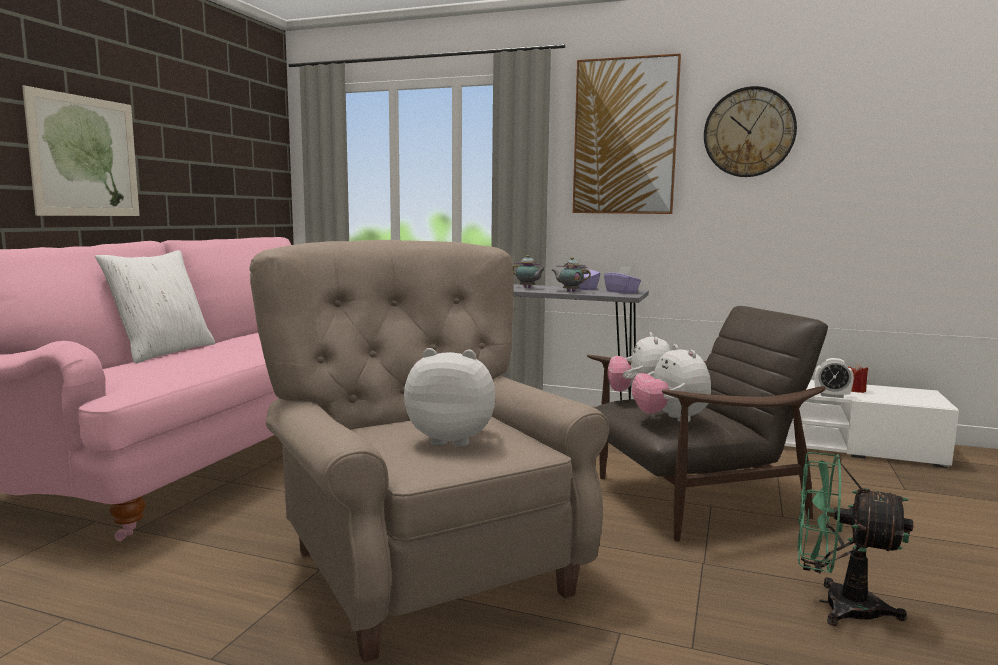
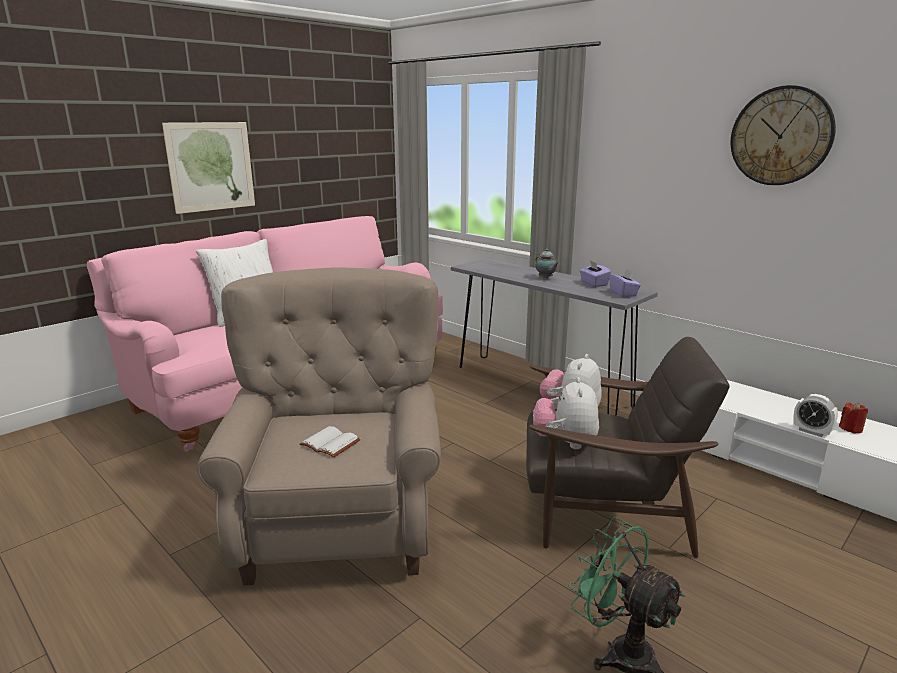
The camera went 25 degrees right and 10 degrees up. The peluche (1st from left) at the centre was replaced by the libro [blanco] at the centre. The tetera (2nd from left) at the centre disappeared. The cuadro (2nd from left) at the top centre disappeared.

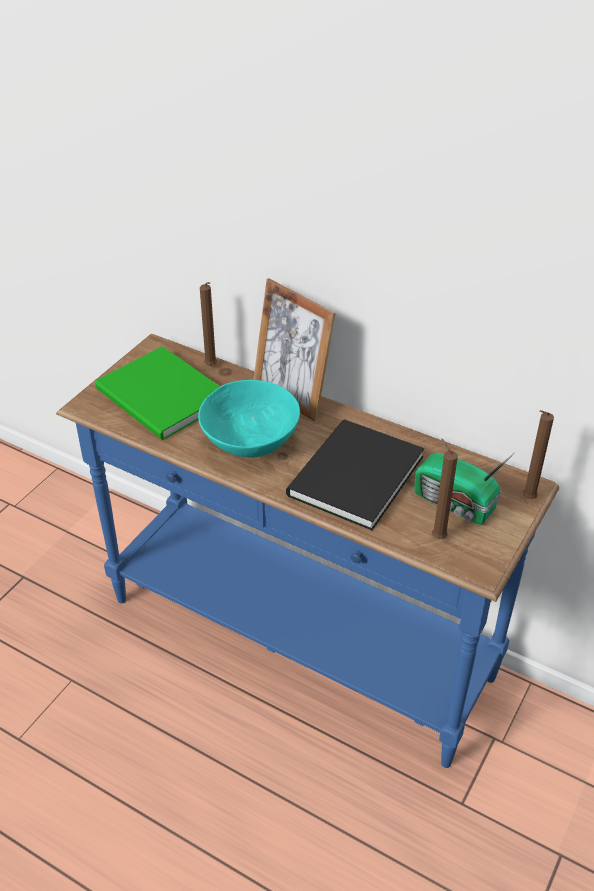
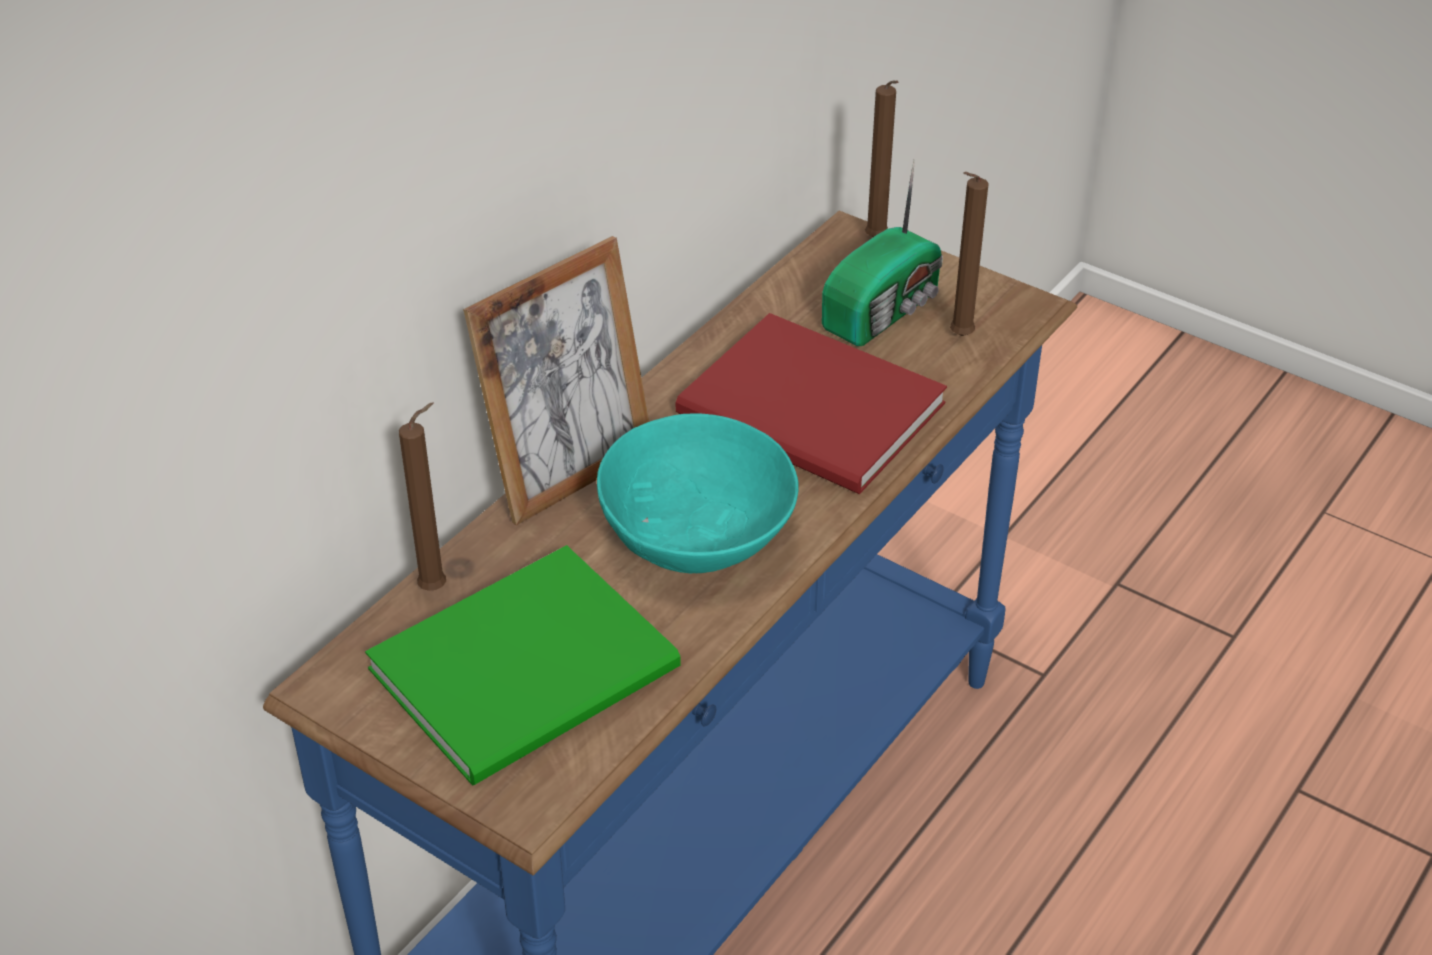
The camera went 85 degrees left and 0 degrees up. The libro [negro] at the centre became the libro [rojo] at the centre.

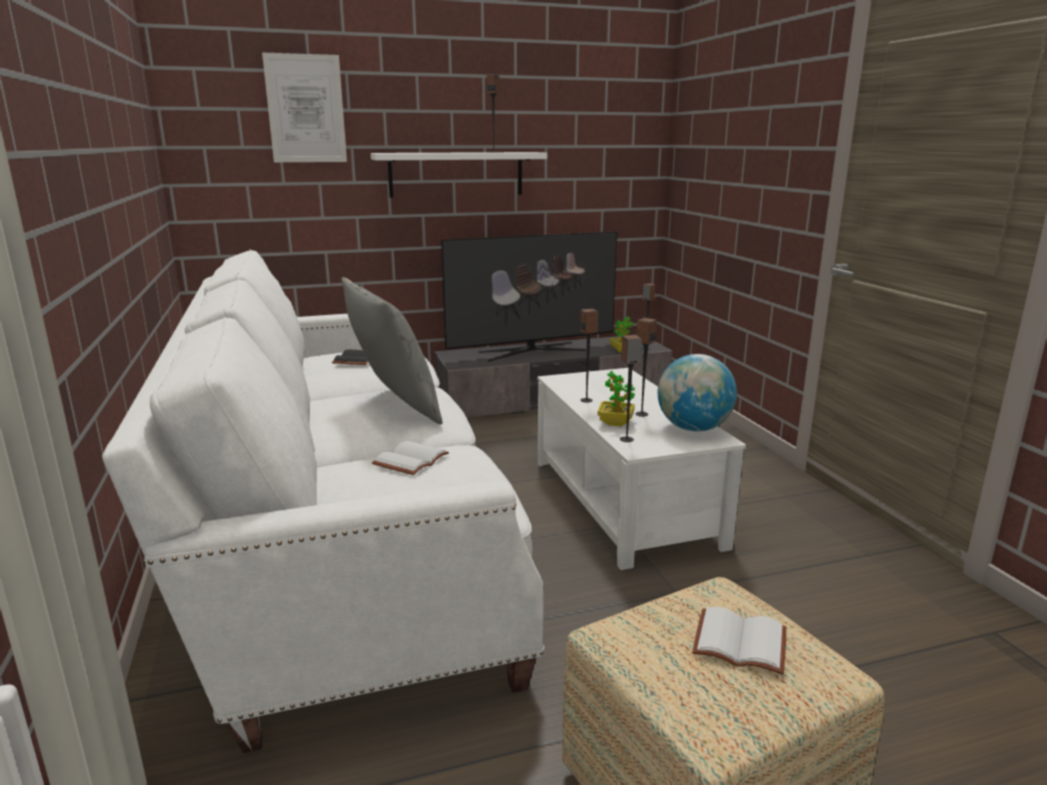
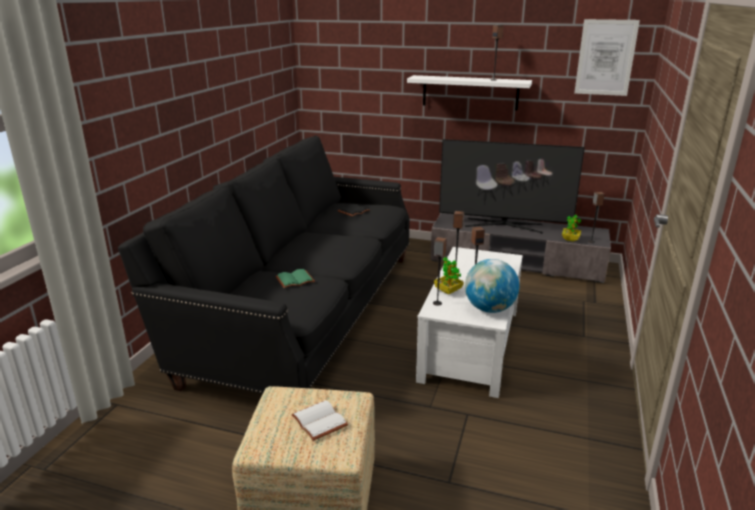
The camera went 35 degrees right and 5 degrees up. The sofá [blanco] at the middle left became the sofá [negro] at the centre. The libro [blanco] (1st from left) at the centre became the libro [verde] at the centre. The cuadro moved from the top left to the top right. The cojín [gris] at the centre disappeared.

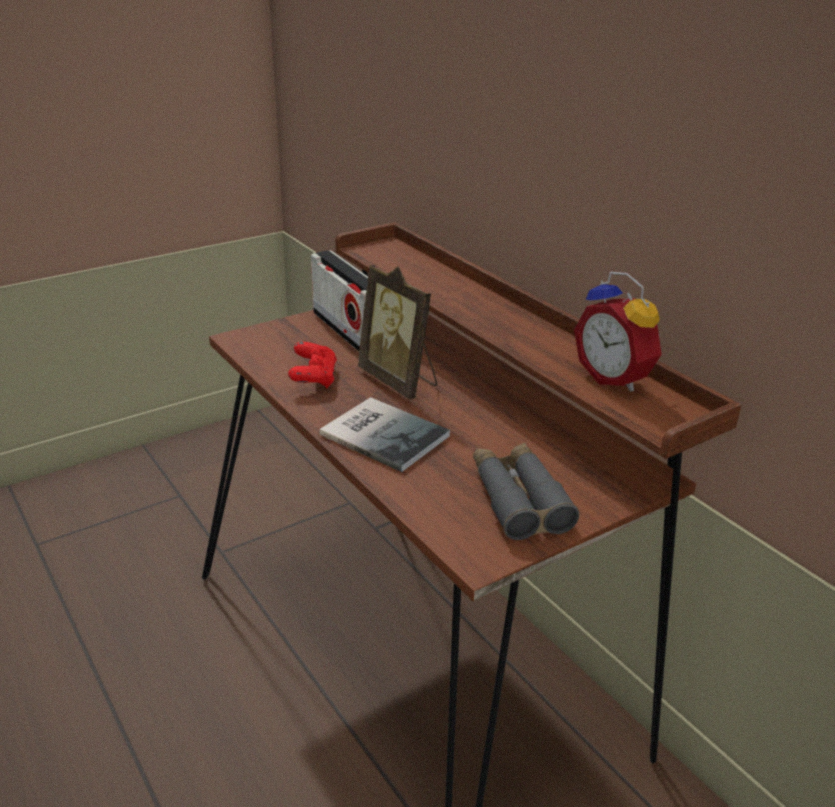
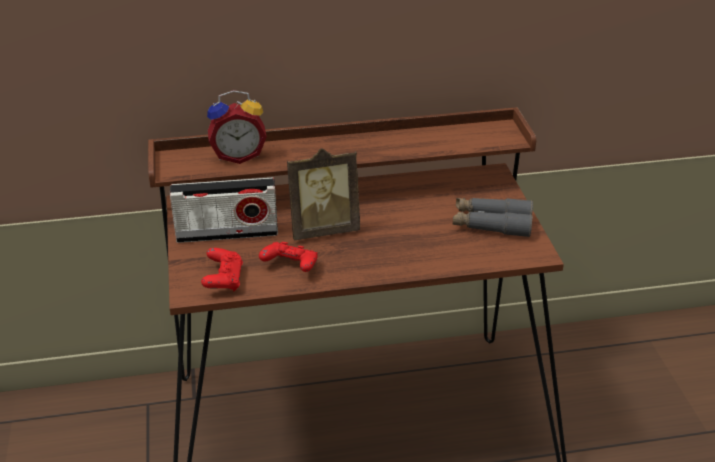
The camera went 65 degrees left and 5 degrees up. The mando de consola [rojo] (1st from left) at the middle left appeared. The despertador moved from the middle right to the top left. The libro at the centre disappeared.

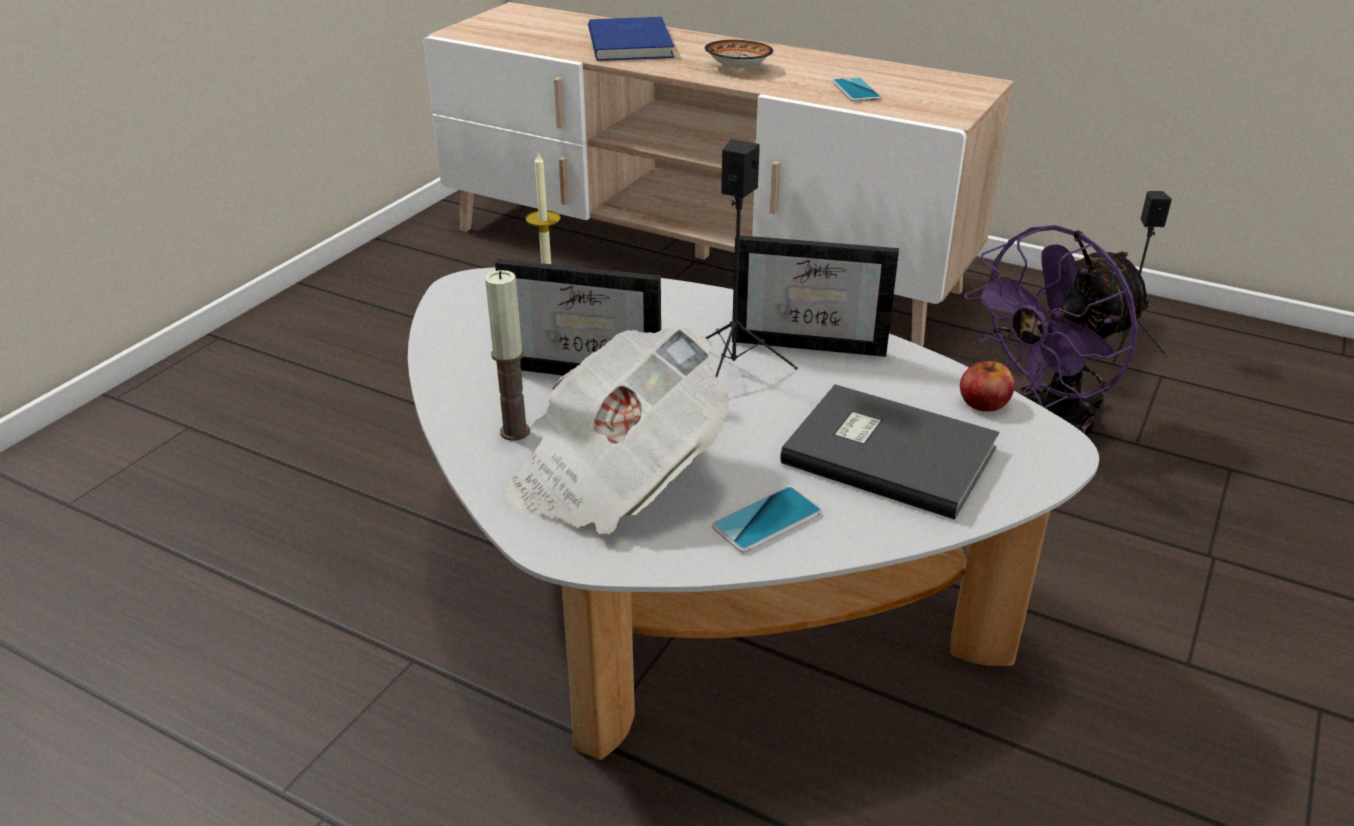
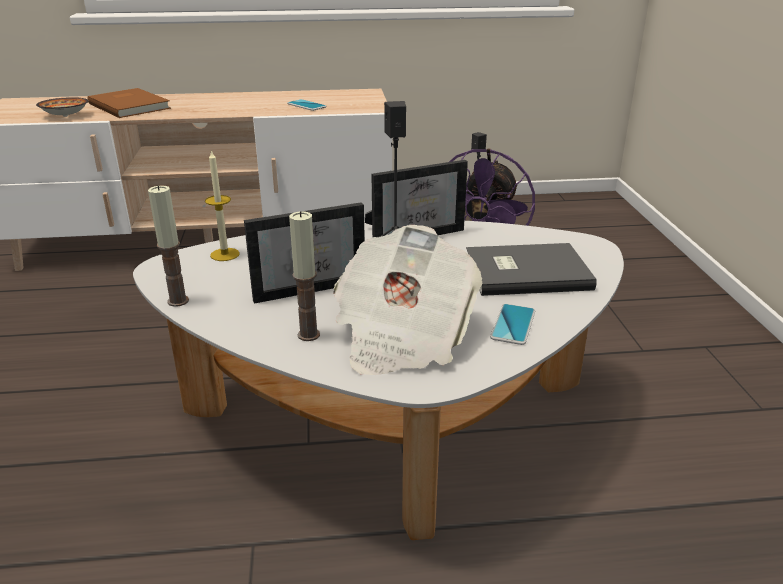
The camera went 35 degrees left and 5 degrees down. The cuenco moved from the top centre to the top left. The libro [azul] at the top centre became the libro [marrón] at the top left. The vela (1st from left) at the middle left appeared. The manzana at the middle right disappeared.

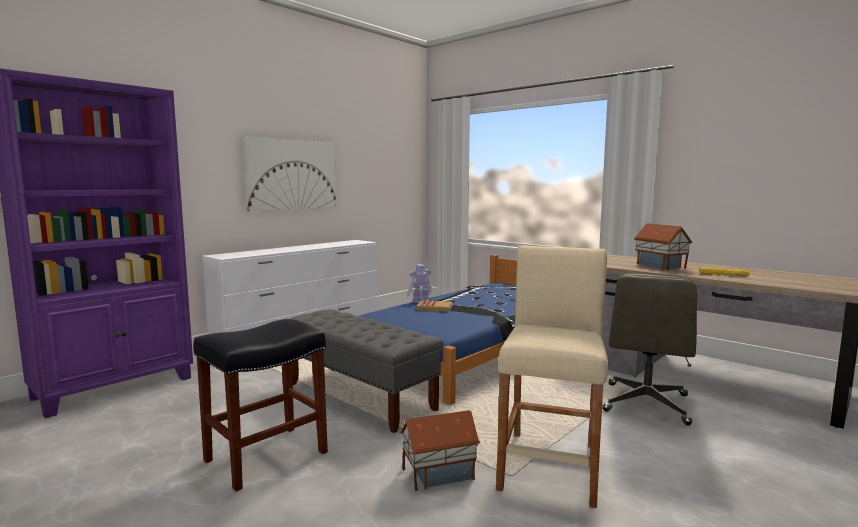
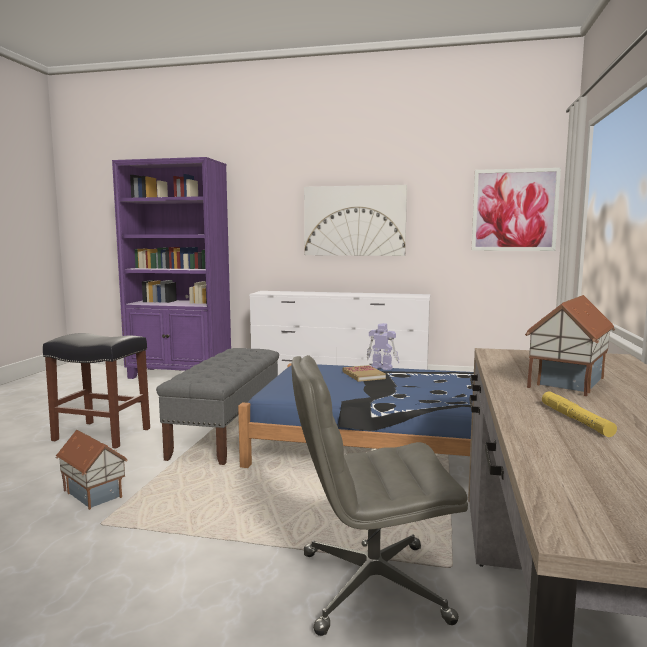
The camera went 60 degrees right and 0 degrees up. The cuadro (2nd from left) at the top right appeared. The taburete [beis] at the bottom centre disappeared.

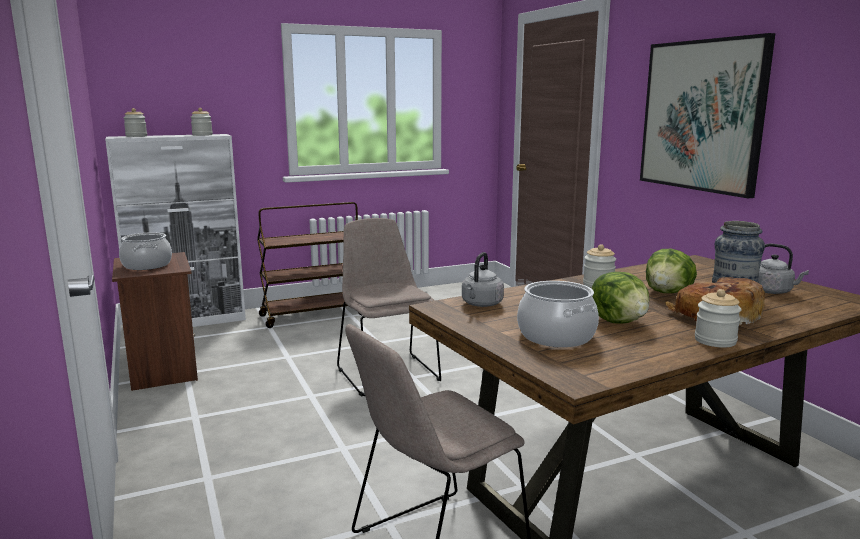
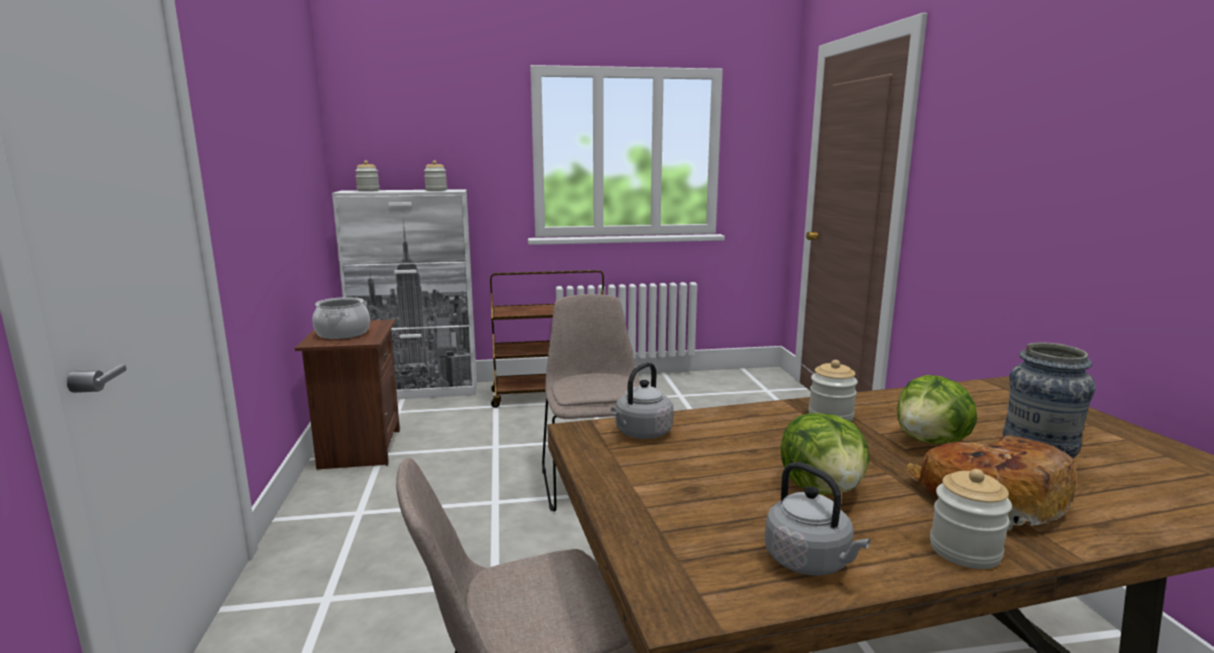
The camera went 15 degrees right and 0 degrees up. The hervidor [gris] (2nd from left) moved from the middle right to the bottom right. The olla (2nd from left) at the centre disappeared. The cuadro at the top right disappeared.

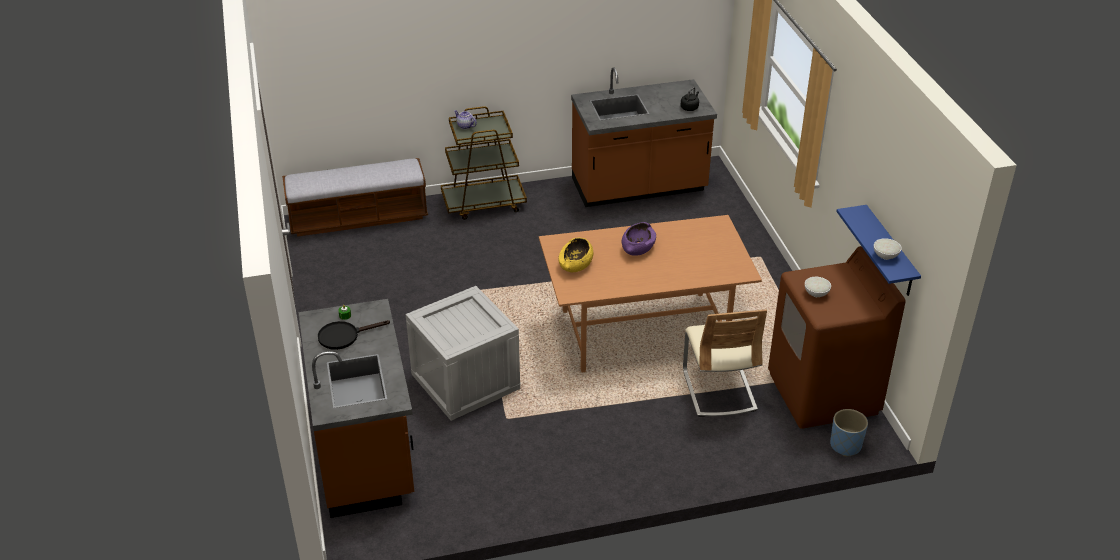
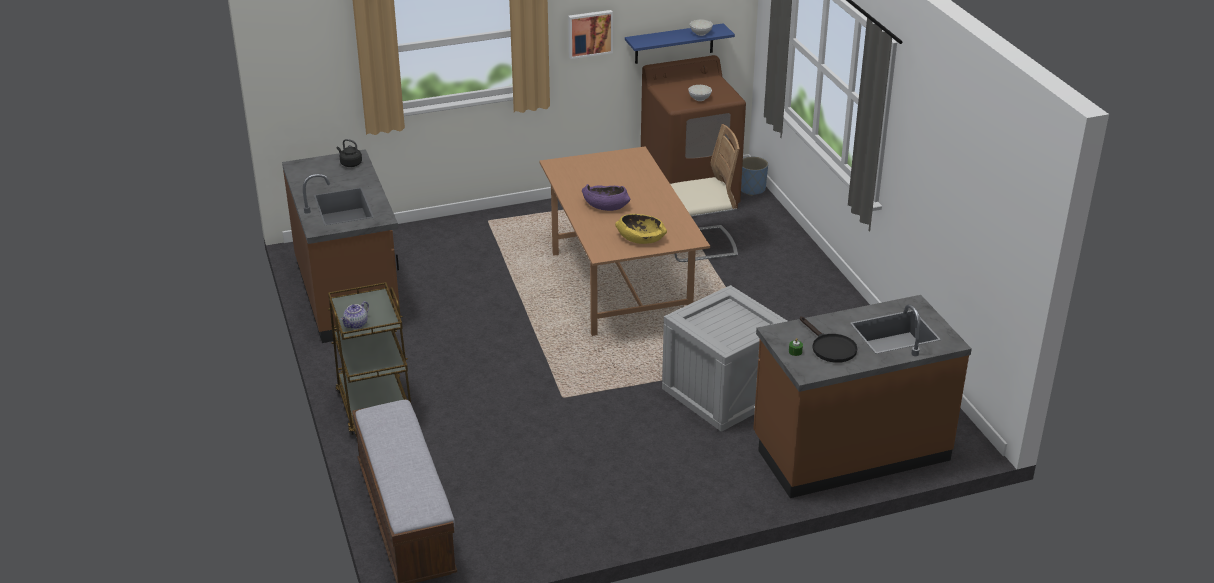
The camera went 95 degrees left and 5 degrees down. The cuadro at the top centre appeared.

